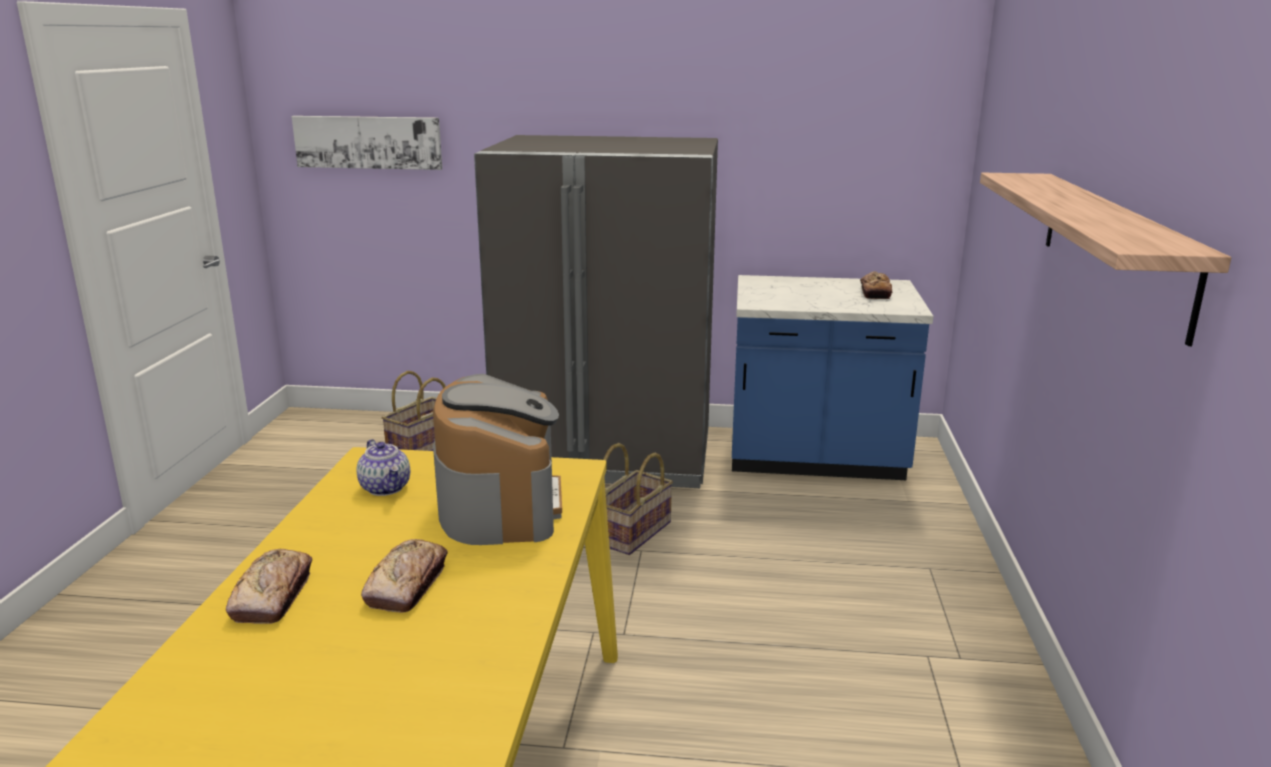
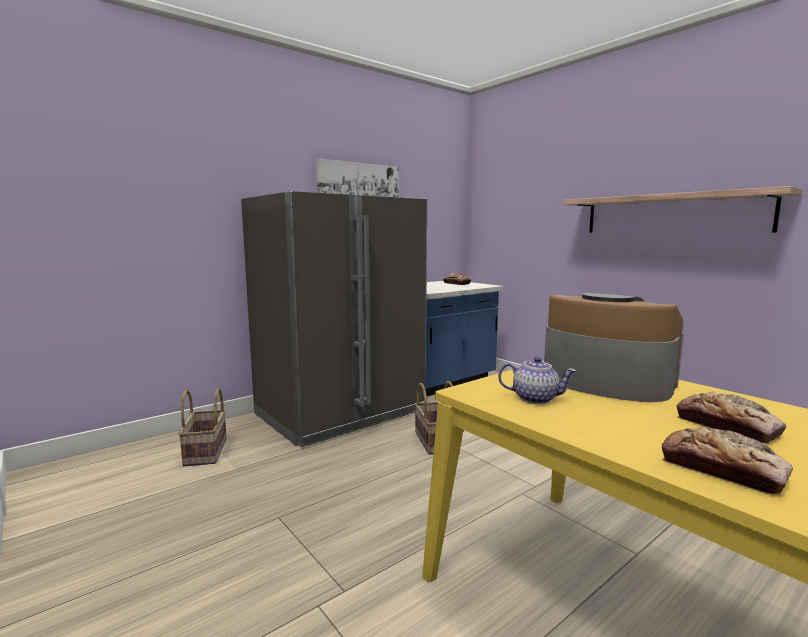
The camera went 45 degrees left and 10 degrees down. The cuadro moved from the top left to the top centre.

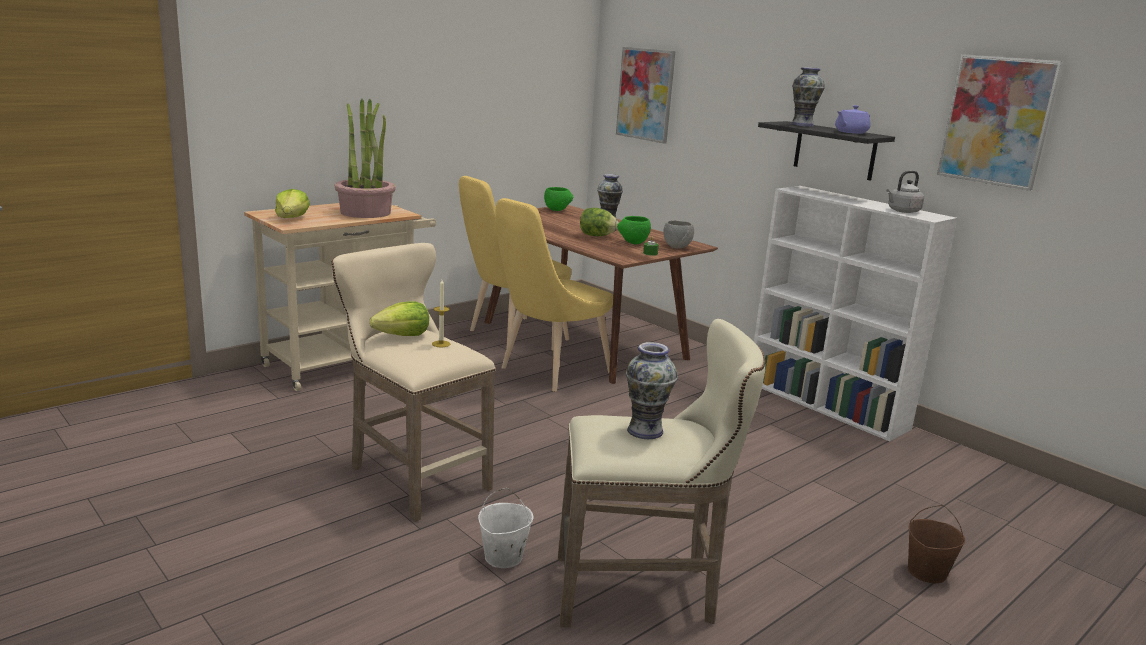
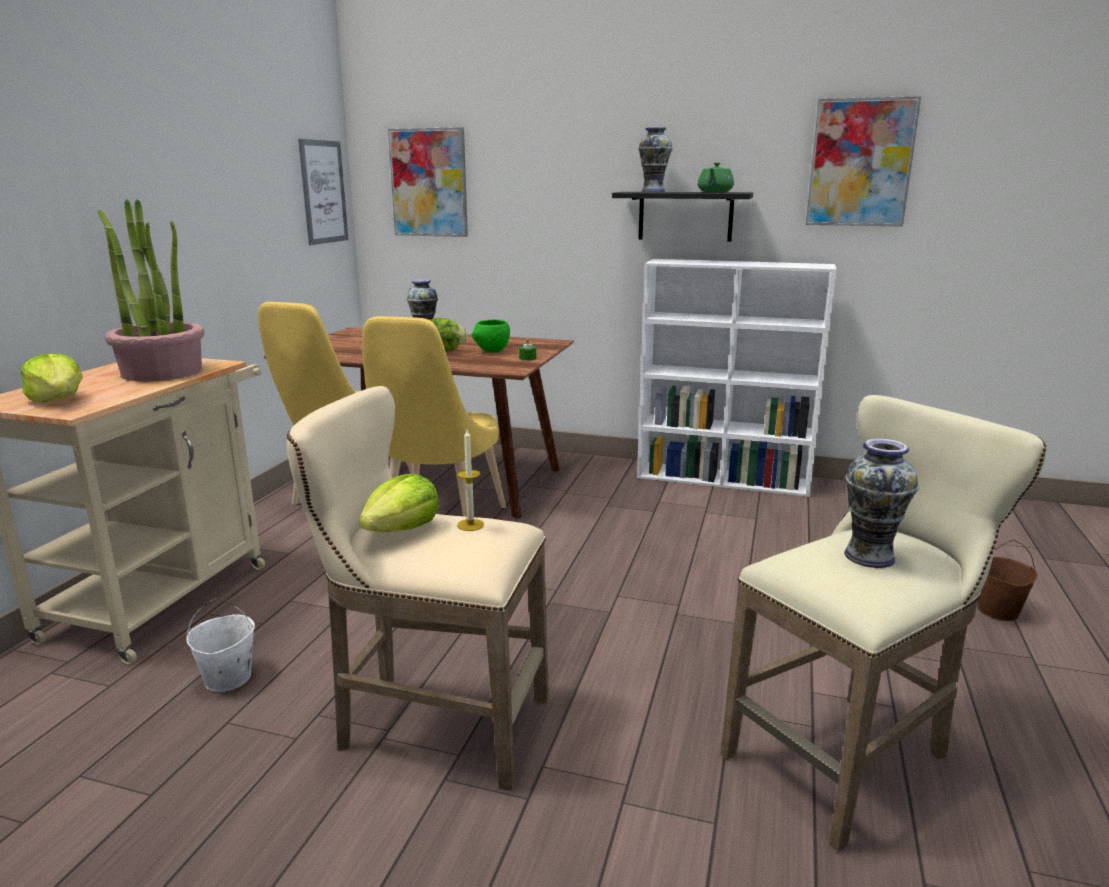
The camera went 30 degrees left and 0 degrees up. The cubo [blanco] moved from the bottom centre to the bottom left. The cuadro (1st from left) at the top left appeared. The tetera [morado] at the top right became the tetera [verde] at the top centre. The cuenco [verde] (1st from left) at the top centre disappeared. The cuenco [gris] at the centre disappeared. The hervidor [gris] at the top right disappeared.

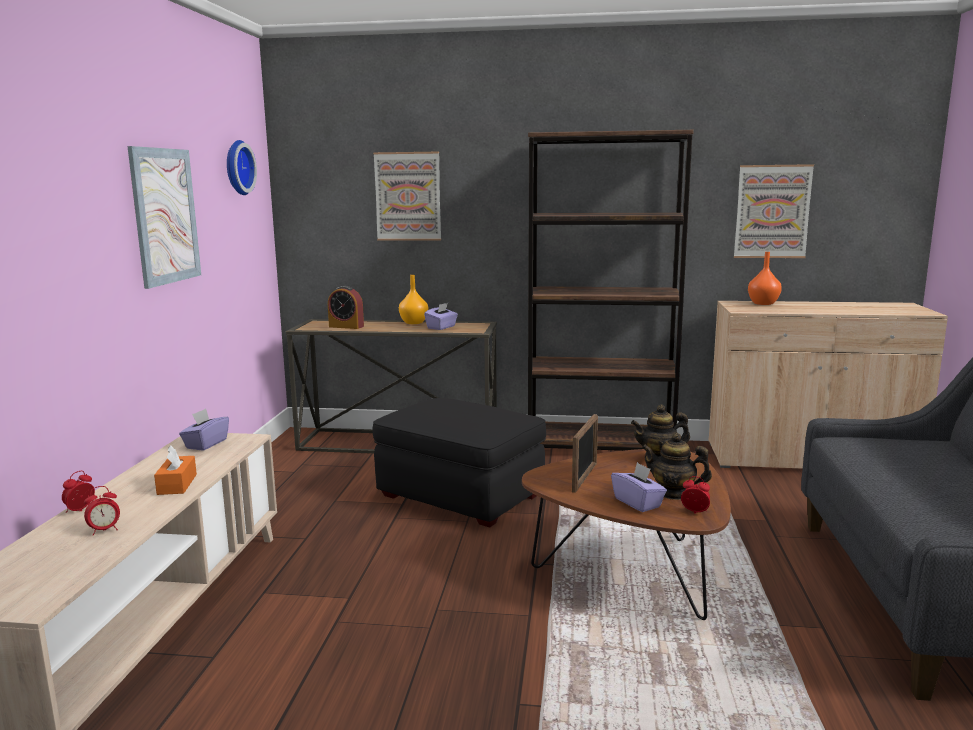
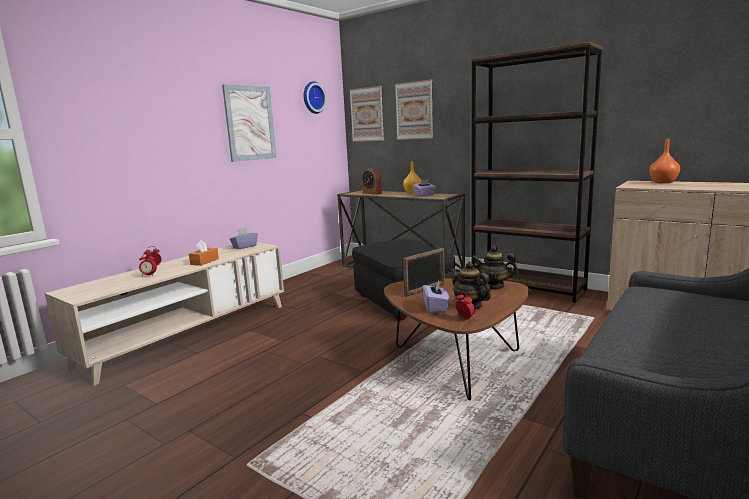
The camera went 30 degrees right and 0 degrees up. The cuadro (3rd from left in the first image) moved from the top right to the top centre.

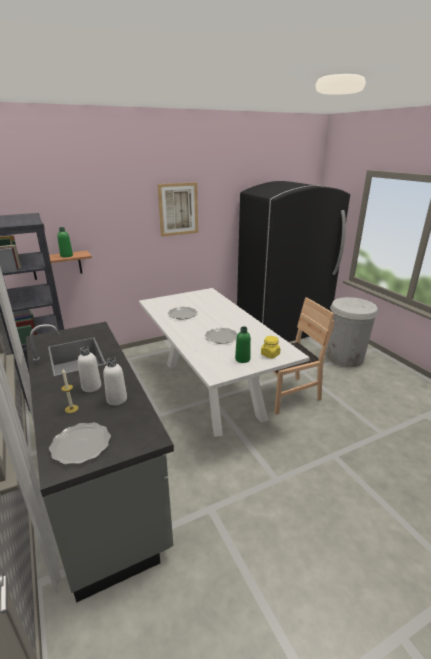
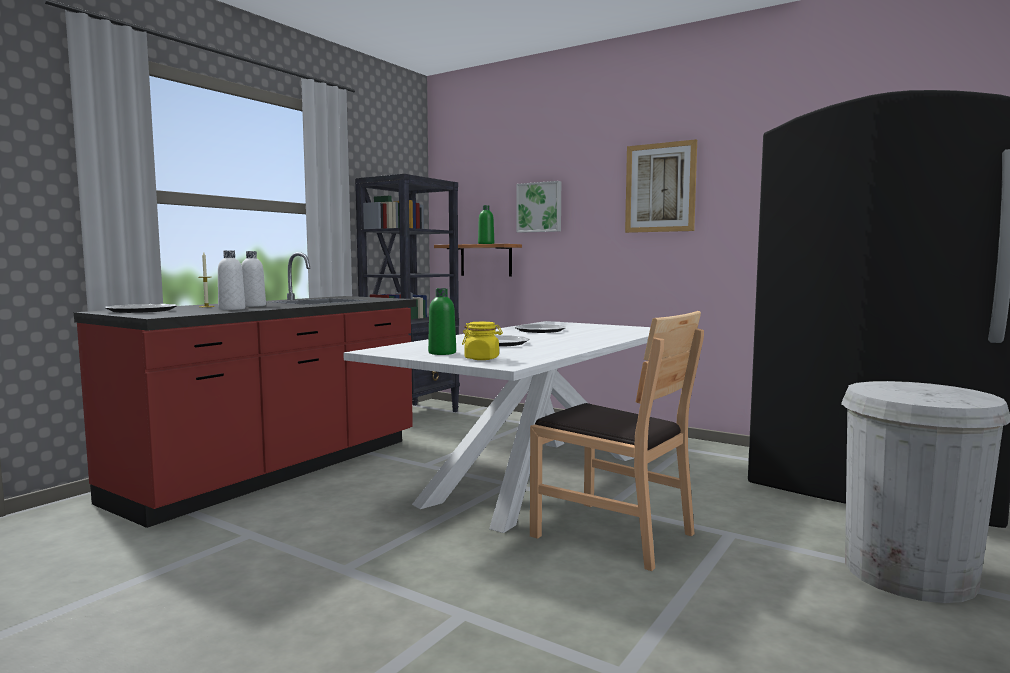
The camera went 60 degrees right and 20 degrees down. The mueble bajo de cocina [gris] at the bottom left became the mueble bajo de cocina [rojo] at the middle left. The cuadro (1st from left) at the top centre appeared.

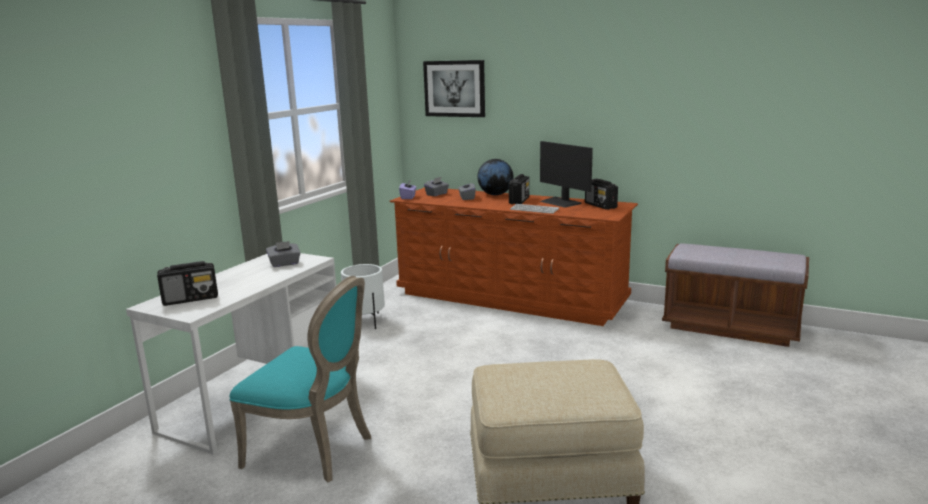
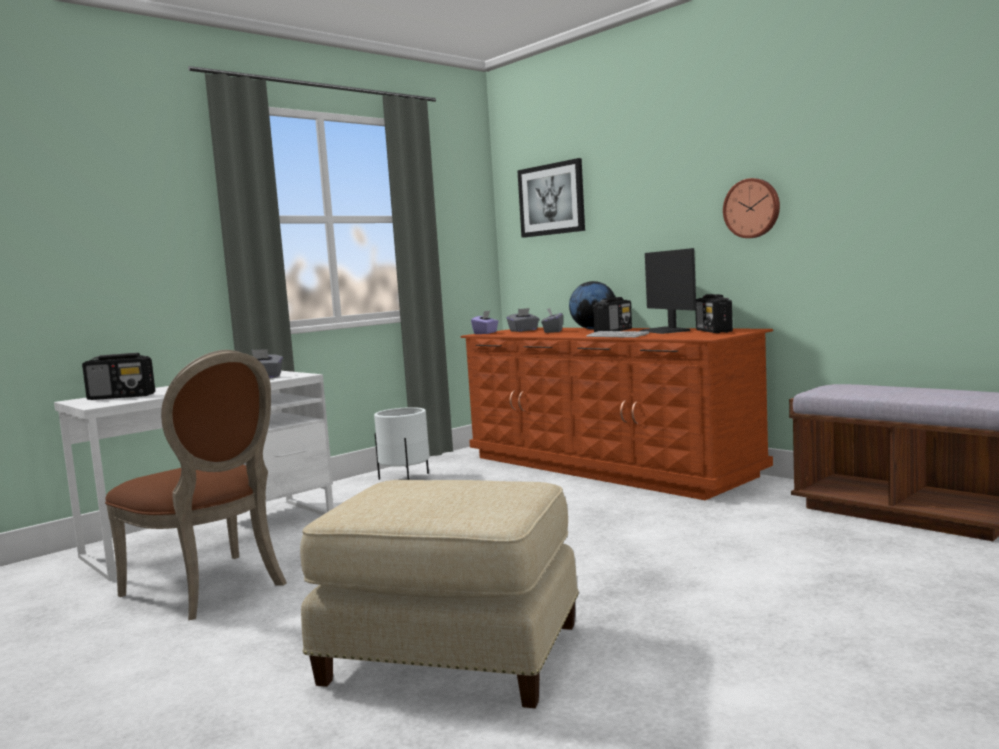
The camera went 20 degrees right and 10 degrees down. The silla [turquesa] at the bottom left became the silla [marrón] at the middle left. The reloj de pared at the top right appeared.

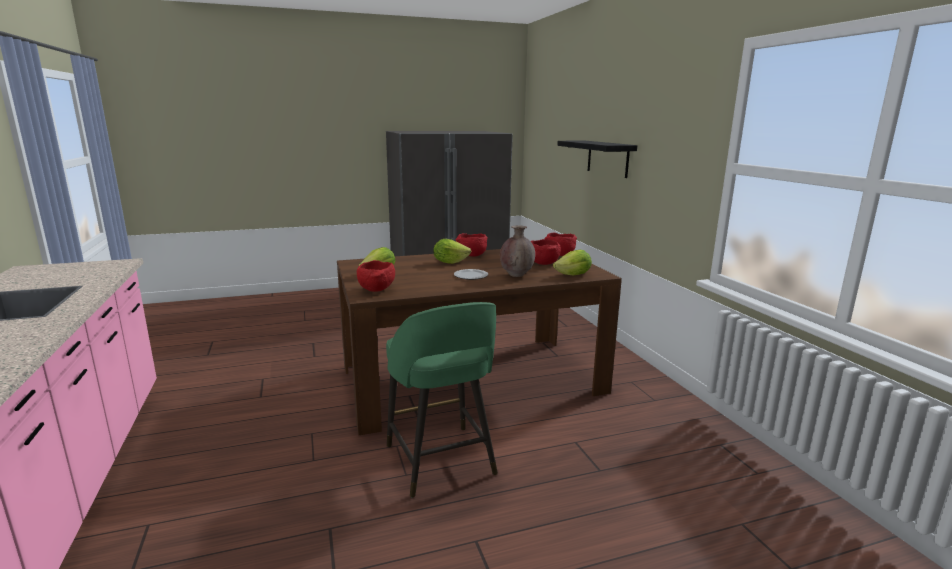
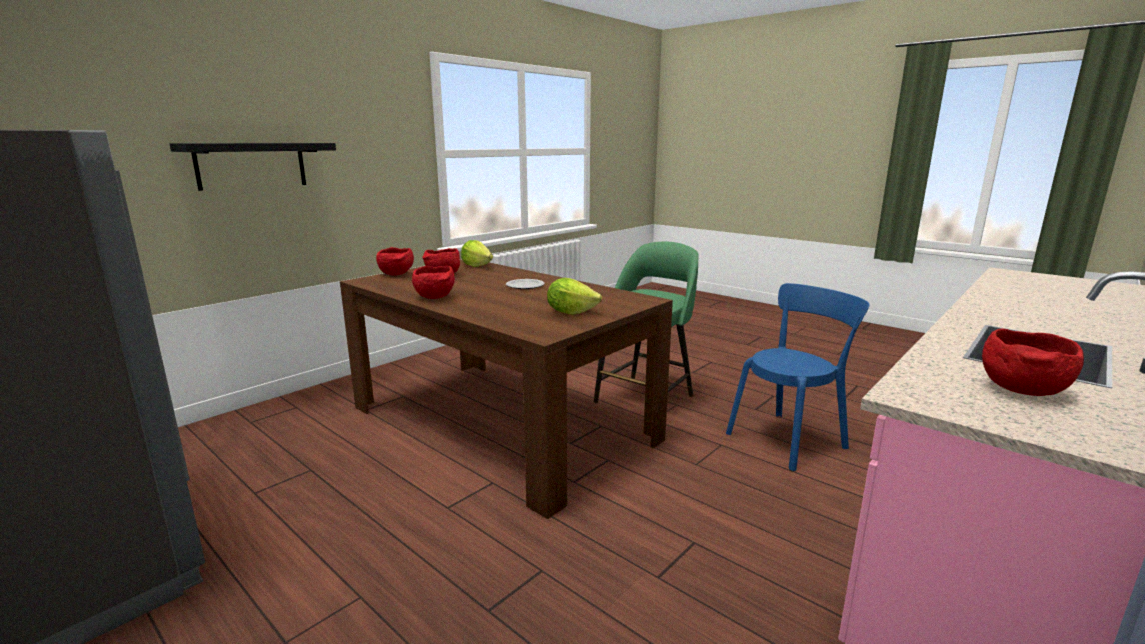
The camera went 120 degrees left and 0 degrees up. The silla [azul] at the middle right appeared. The cuenco [rojo] (1st from left in the first image) moved from the centre to the middle right. The lechuga (2nd from left) at the centre disappeared. The florero [marrón] at the centre disappeared.

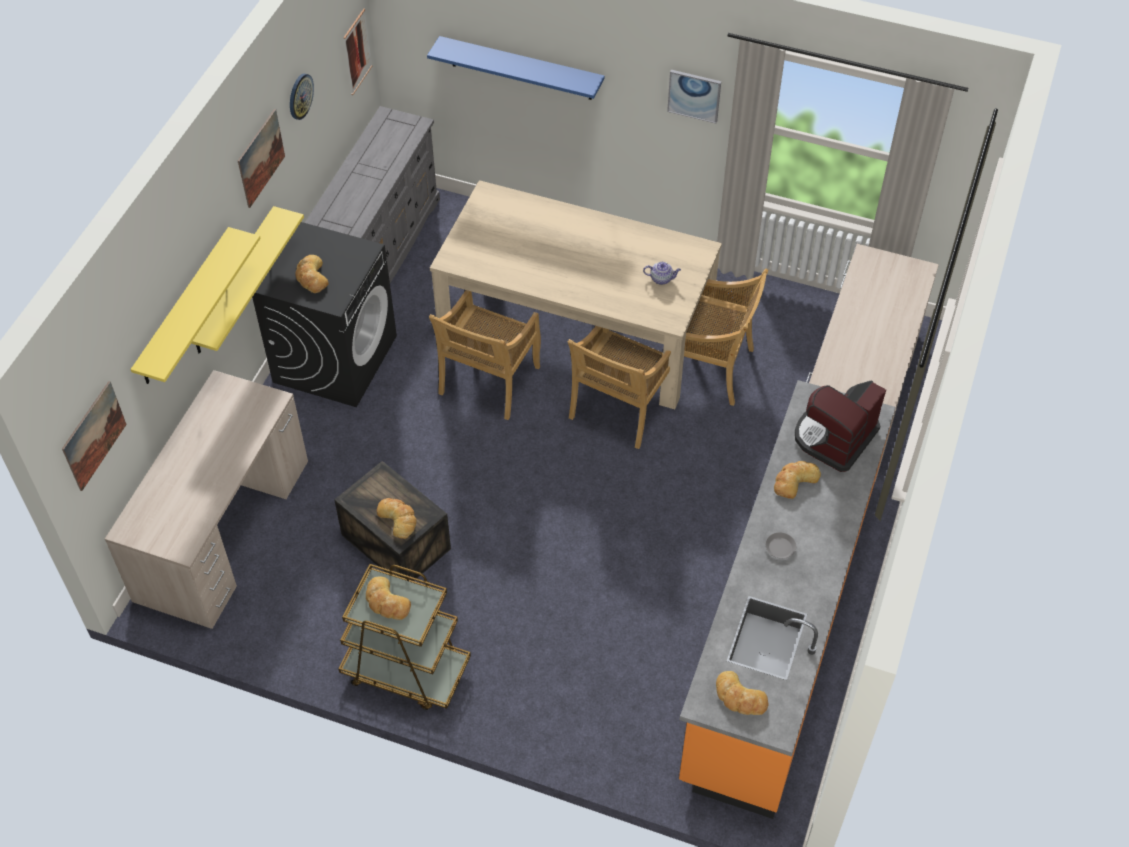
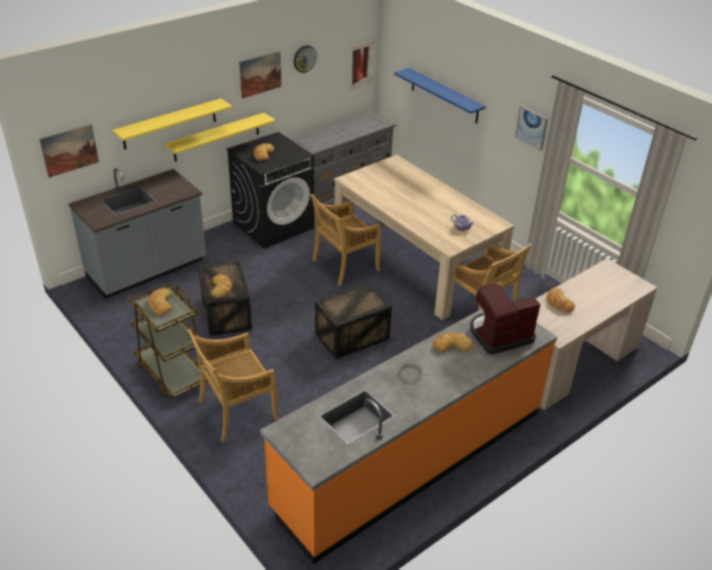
The camera went 30 degrees right and 15 degrees down. The escritorio [beis] (1st from left) at the middle left was replaced by the mueble bajo de cocina [gris] at the middle left. The silla [beis] (2nd from left in the first image) moved from the centre to the bottom left. The caja de embalaje (2nd from left) at the centre appeared. The pan (4th from left in the first image) moved from the bottom centre to the middle right.

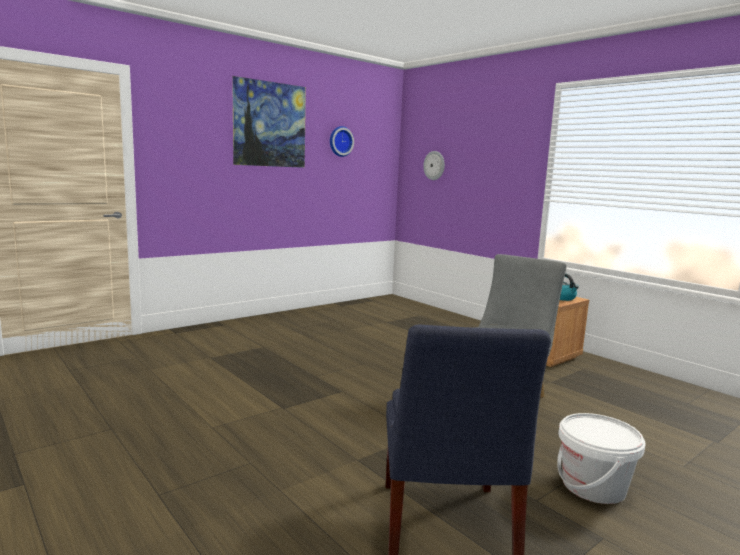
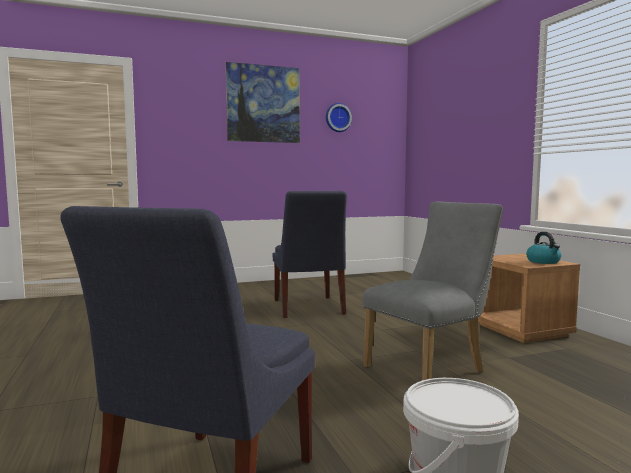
The camera went 20 degrees right and 5 degrees down. The silla [azul] (2nd from left) at the centre appeared. The reloj de pared (2nd from left) at the top centre disappeared.

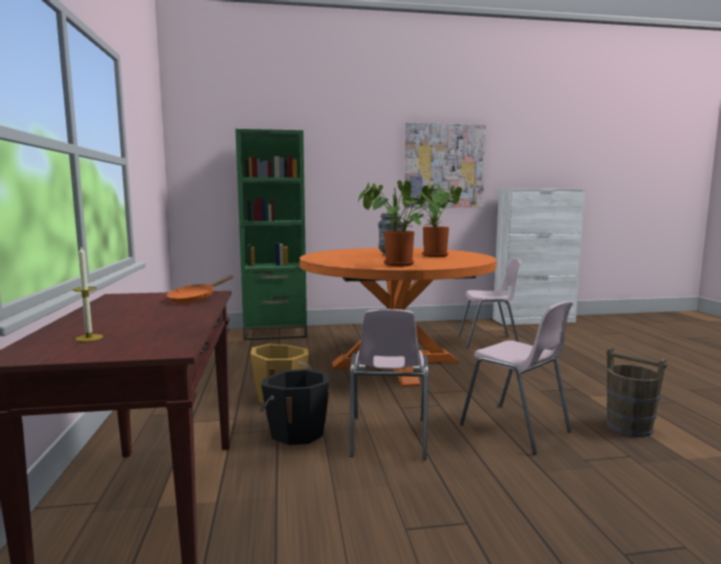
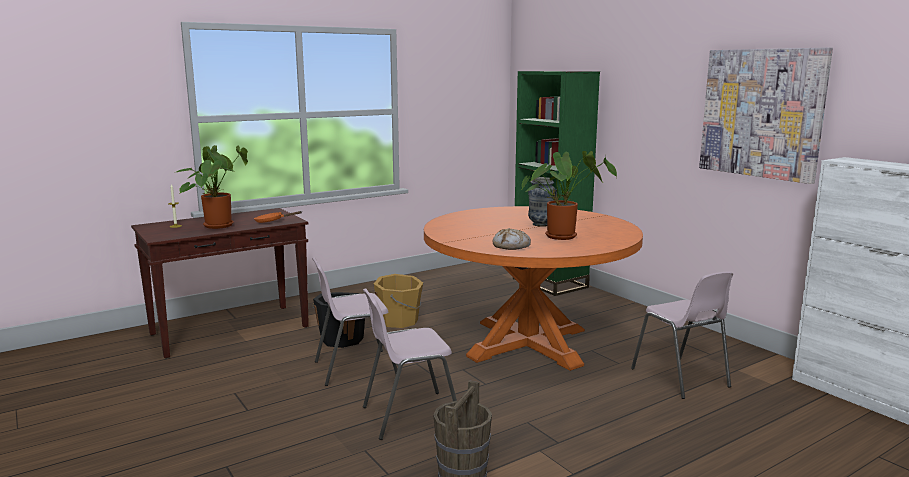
The camera went 65 degrees right and 5 degrees up. The planta en maceta (1st from left) moved from the centre to the middle left. The silla [rosa] (3rd from left in the first image) at the bottom right turned 45 degrees clockwise. The pan at the centre appeared.

